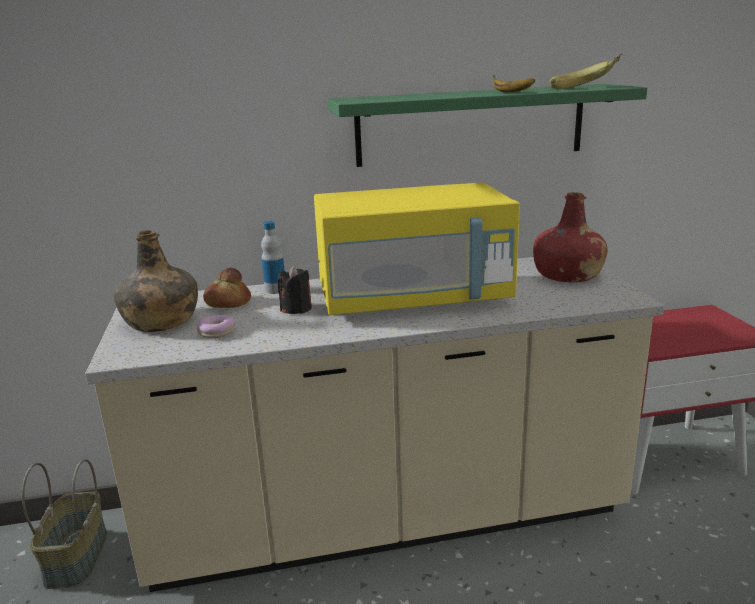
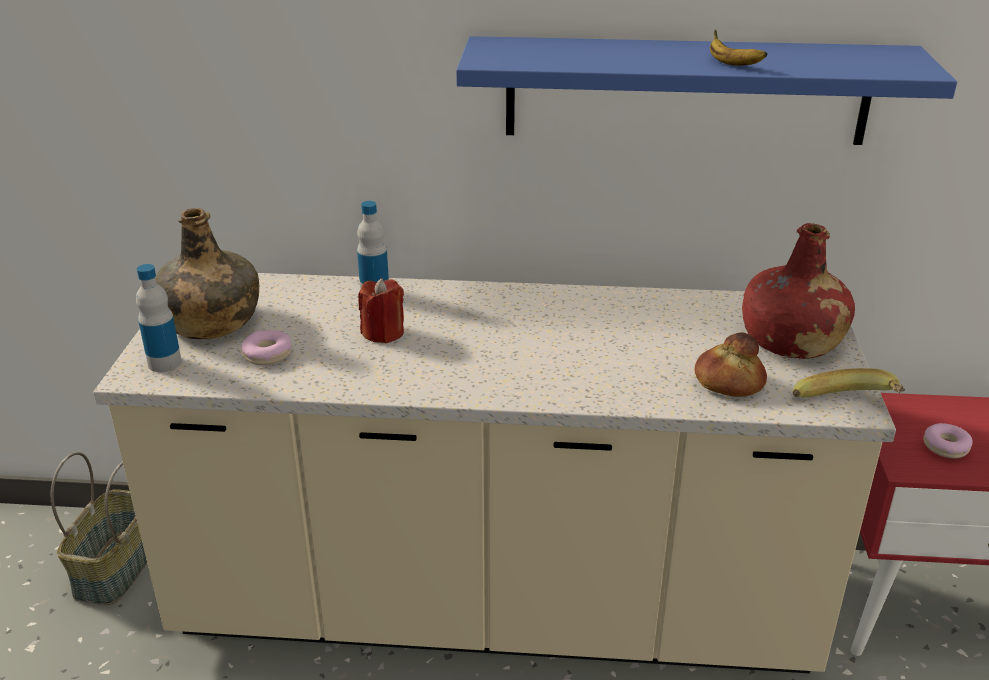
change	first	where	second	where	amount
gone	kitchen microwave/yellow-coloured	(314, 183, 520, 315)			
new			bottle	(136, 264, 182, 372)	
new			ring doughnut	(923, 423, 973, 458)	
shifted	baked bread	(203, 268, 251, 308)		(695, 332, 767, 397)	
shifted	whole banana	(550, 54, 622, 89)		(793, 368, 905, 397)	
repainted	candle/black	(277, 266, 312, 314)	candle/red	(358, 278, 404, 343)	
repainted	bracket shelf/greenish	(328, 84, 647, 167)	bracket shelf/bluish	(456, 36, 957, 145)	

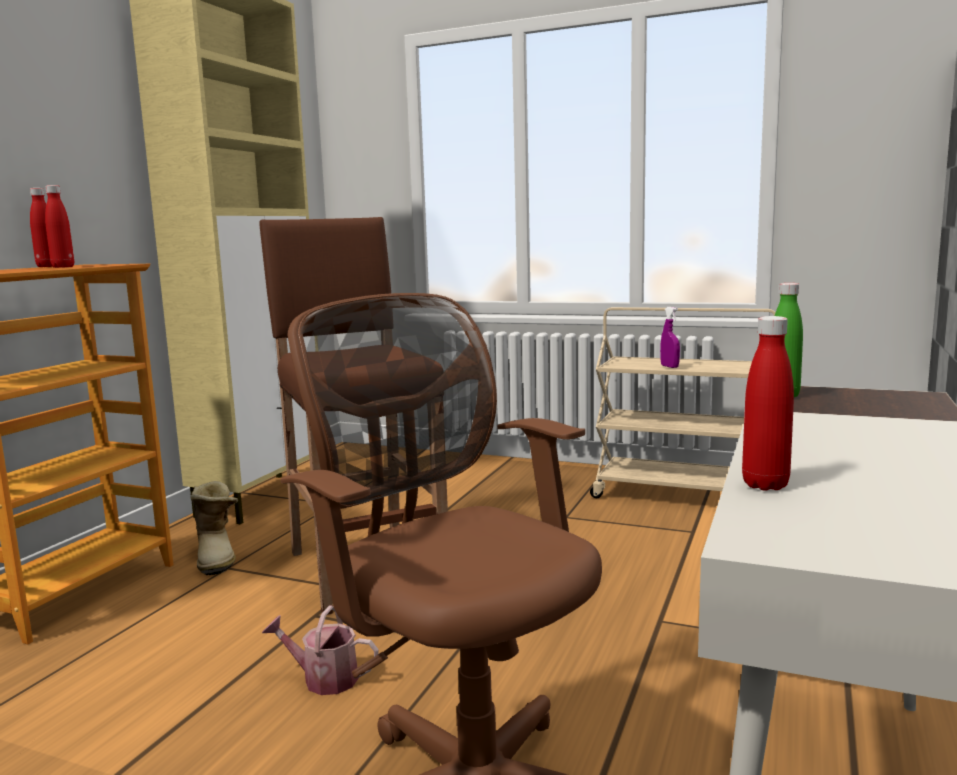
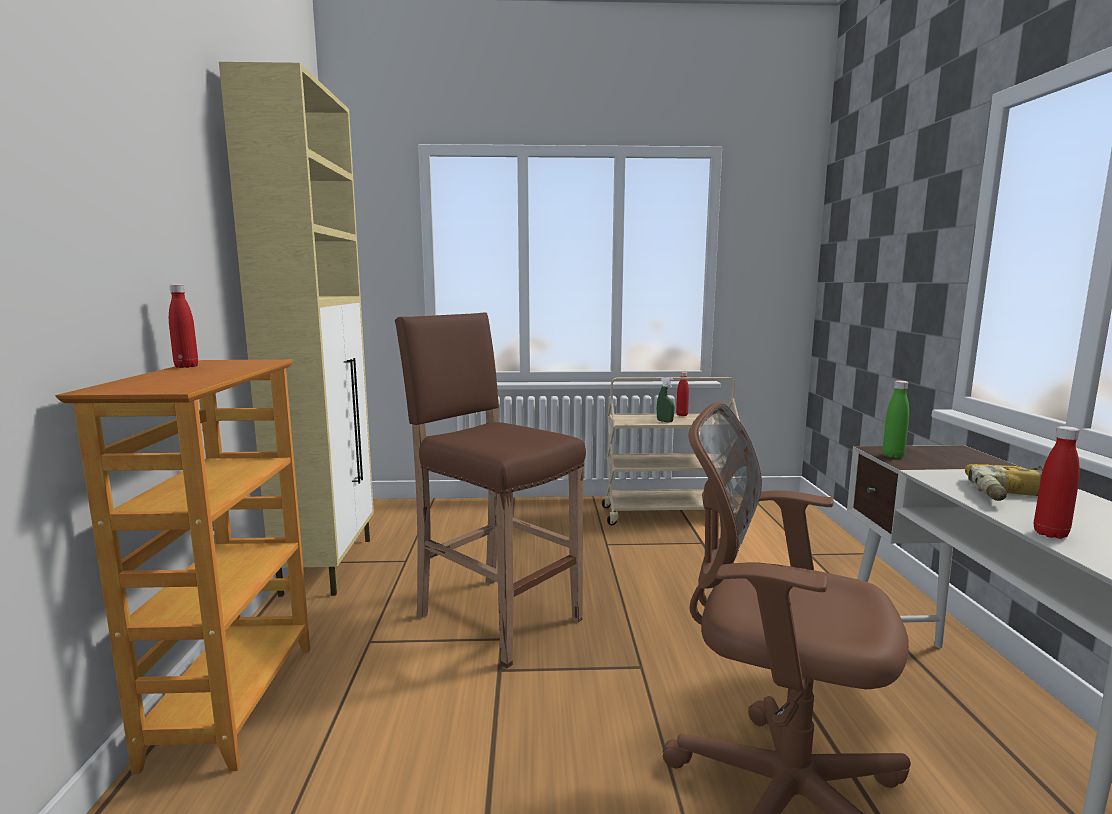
change	first	where	second	where	amount
gone	boot	(190, 481, 238, 575)			
gone	watering pot	(262, 605, 379, 695)			
new			electric drill	(965, 464, 1043, 501)	
shifted	bottle/red	(45, 185, 74, 268)		(676, 372, 689, 416)	
repainted	sprayer/purple-coloured	(660, 307, 680, 368)	sprayer/greenish	(657, 377, 674, 422)	

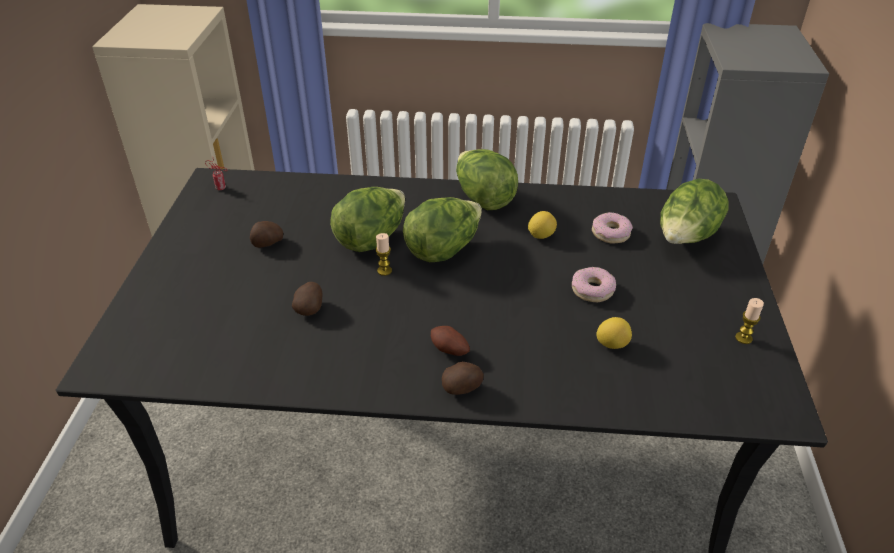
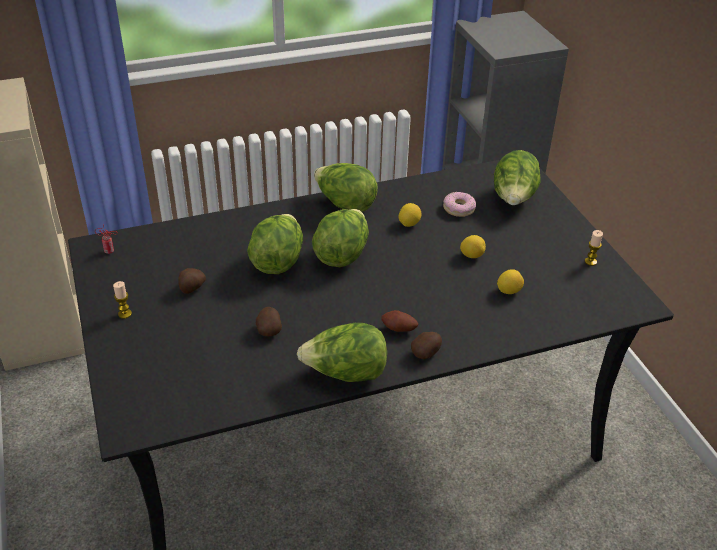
change	first	where	second	where	amount
new			lettuce head	(297, 323, 387, 382)	
shifted	candle	(375, 233, 392, 276)		(113, 281, 132, 319)	
swapped	ring doughnut	(572, 267, 616, 302)	lemon	(460, 235, 486, 258)	

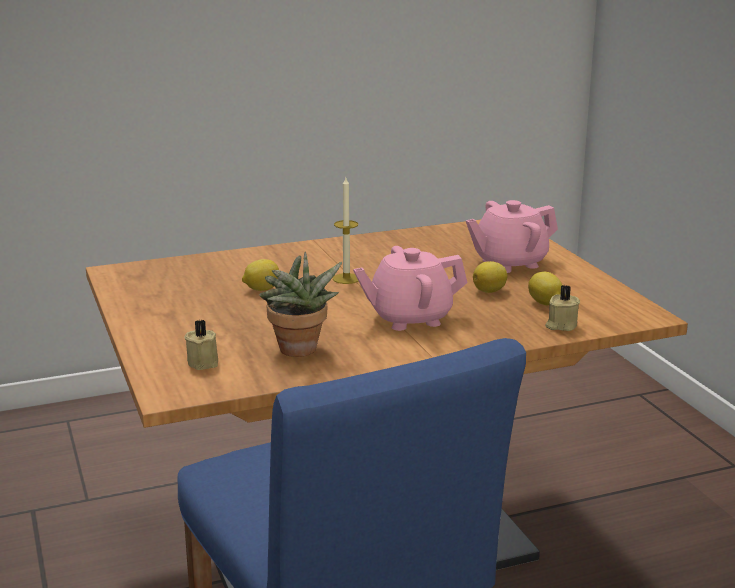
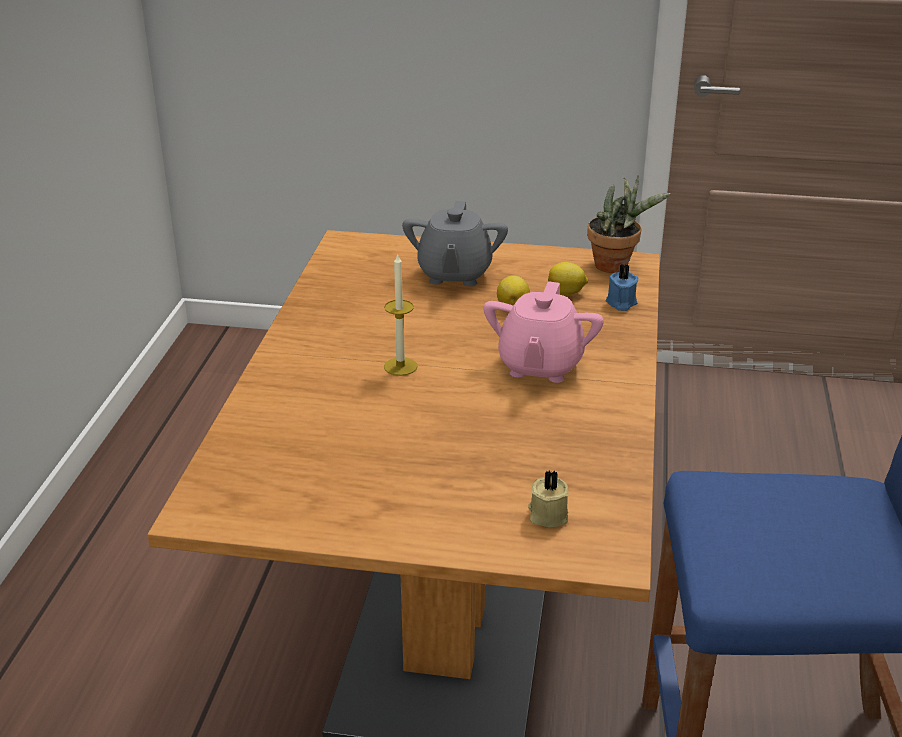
change	first	where	second	where	amount
gone	lemon	(242, 259, 279, 291)			
shifted	houseplant	(259, 251, 342, 357)		(587, 175, 671, 273)	
repainted	teapot/pink	(466, 200, 558, 273)	teapot/greyish	(402, 201, 508, 286)	
repainted	candle/sand-coloured	(545, 285, 580, 331)	candle/bluish	(606, 264, 638, 311)	

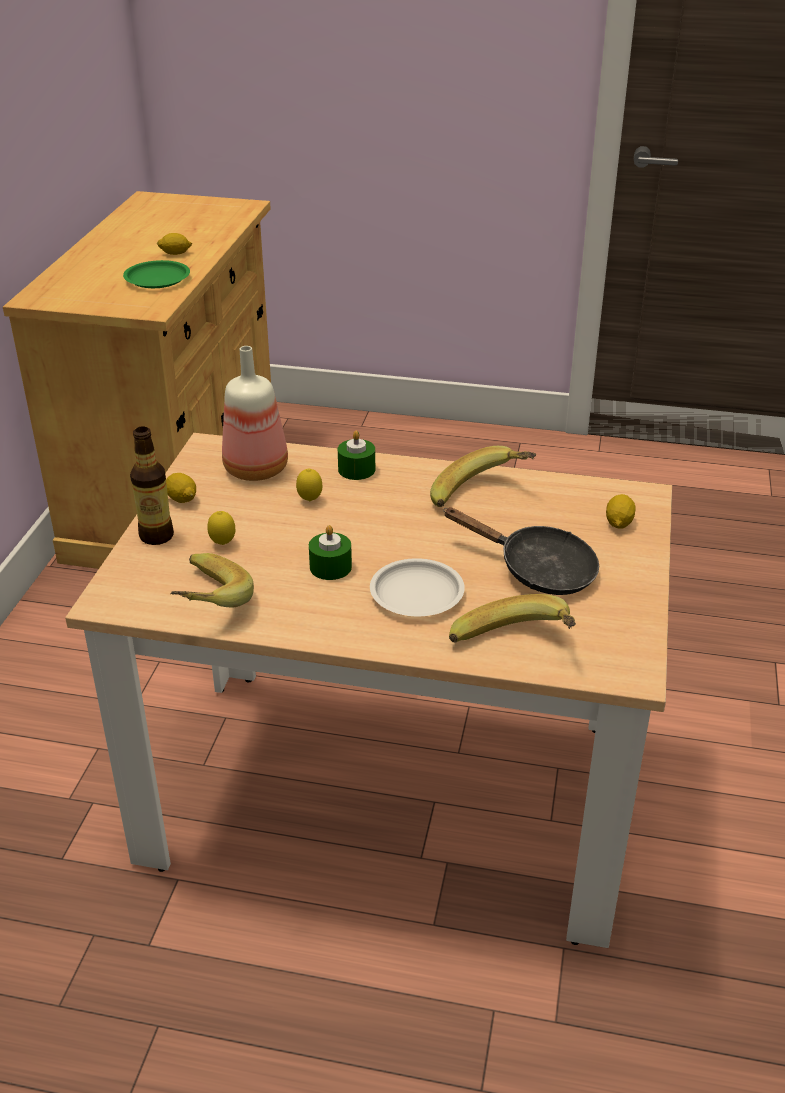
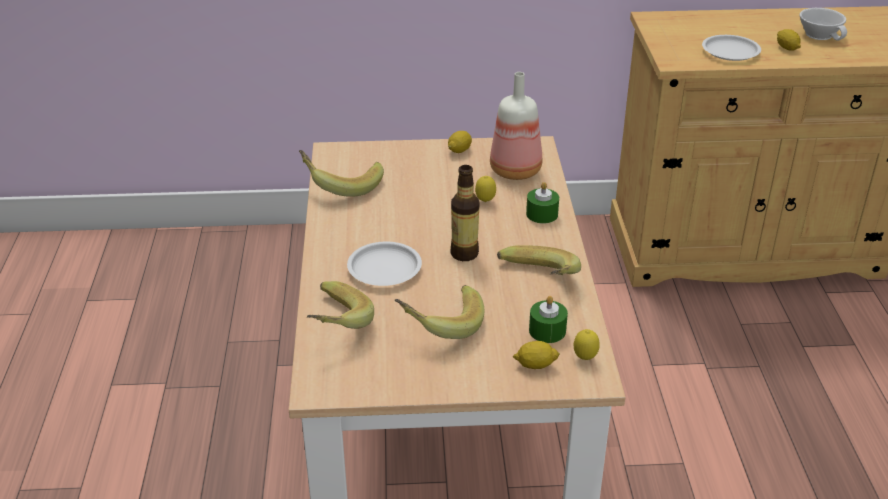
change	first	where	second	where	amount
new			cup/white	(800, 8, 847, 41)	
shifted	bottle	(130, 426, 174, 545)		(451, 165, 480, 261)	
shifted	lemon	(207, 511, 235, 545)		(574, 329, 600, 360)	
shifted	candle/greenish	(309, 525, 352, 580)		(529, 296, 568, 343)	
swapped	pan/black	(443, 507, 599, 595)	whole banana	(395, 285, 485, 339)	
repainted	flat dish/greenish	(123, 260, 190, 288)	flat dish/white	(702, 35, 761, 61)	

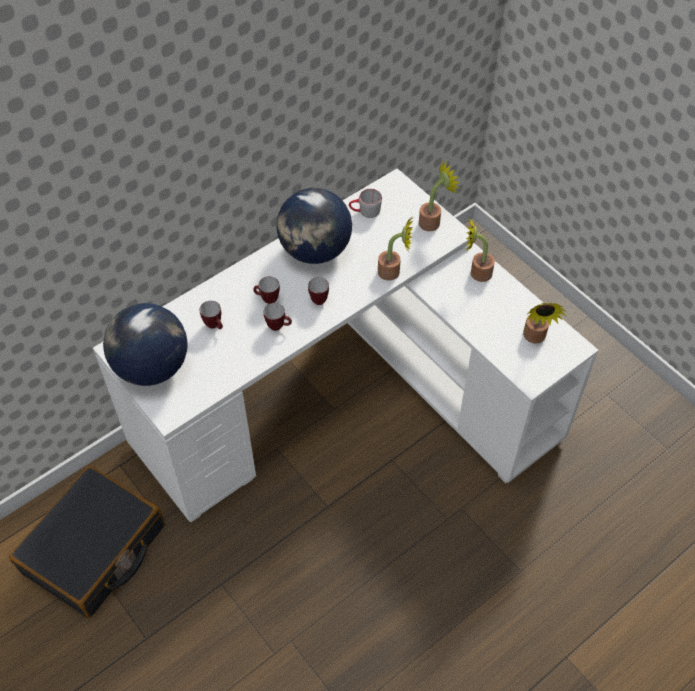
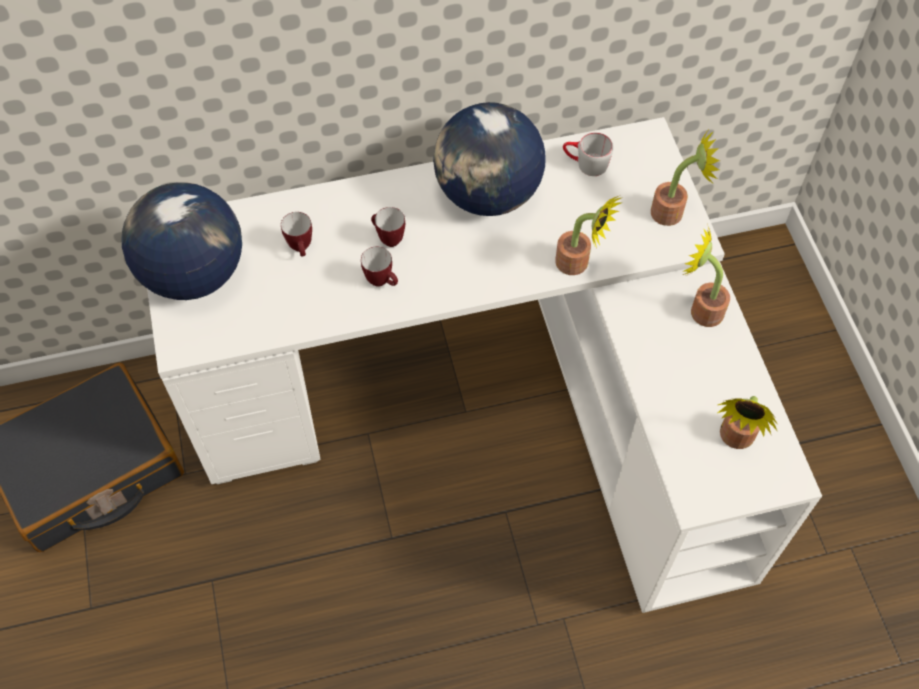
change	first	where	second	where	amount
gone	tea mug	(308, 277, 329, 305)			

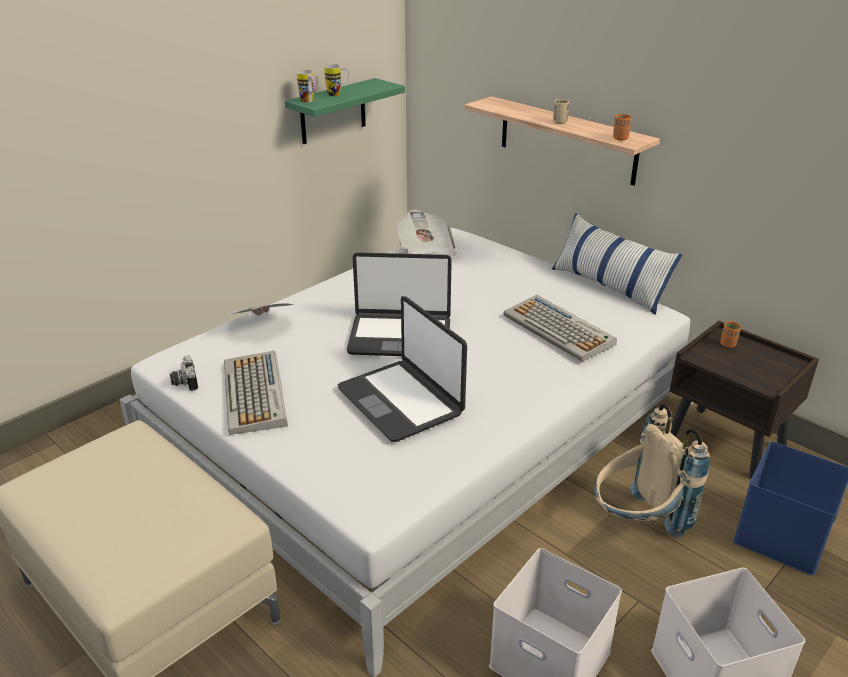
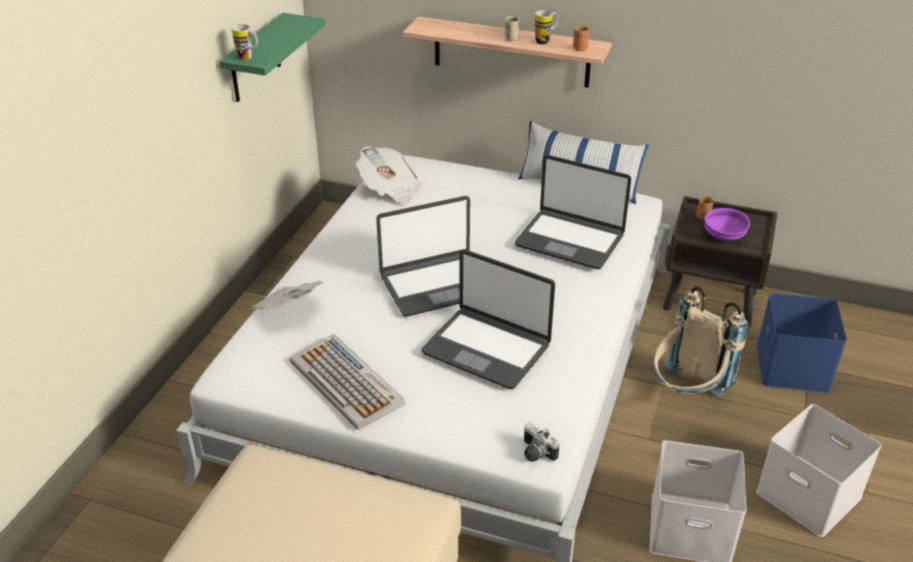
change	first	where	second	where	amount
new			serving bowl/purple-coloured	(704, 208, 750, 241)	
shifted	photo camera	(169, 356, 198, 391)		(524, 423, 559, 462)	
shifted	tea mug	(324, 64, 349, 97)		(535, 10, 558, 45)	
swapped	PC keyboard	(504, 295, 617, 362)	laptop	(515, 155, 631, 269)	

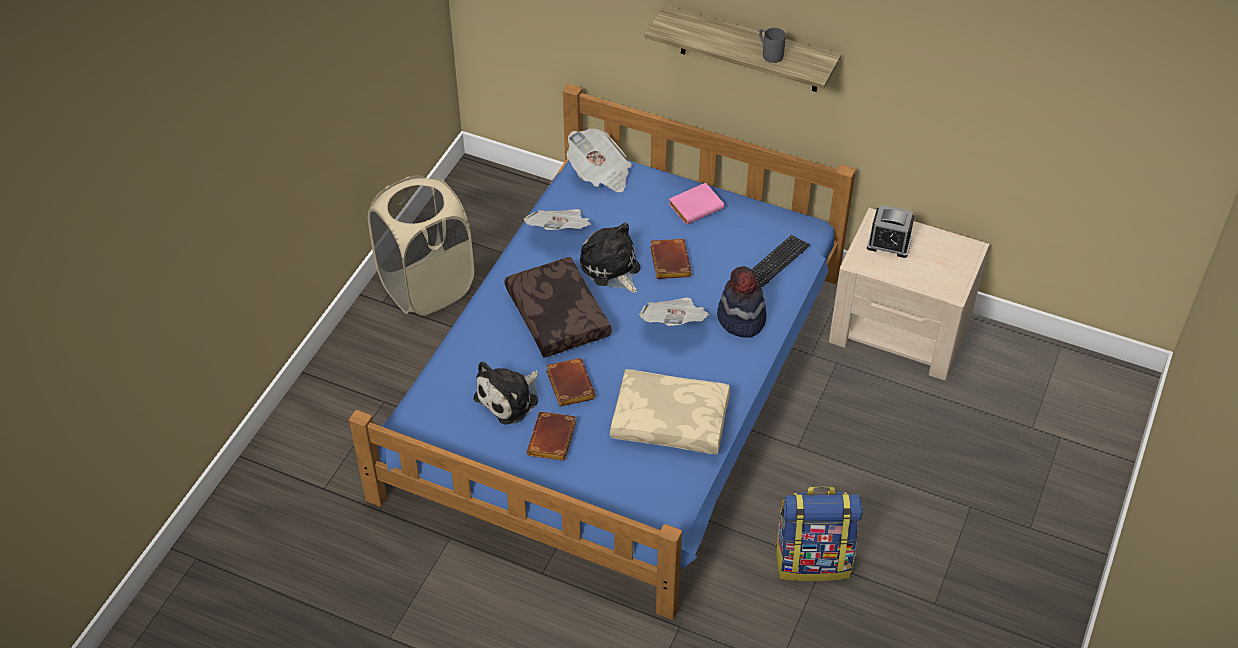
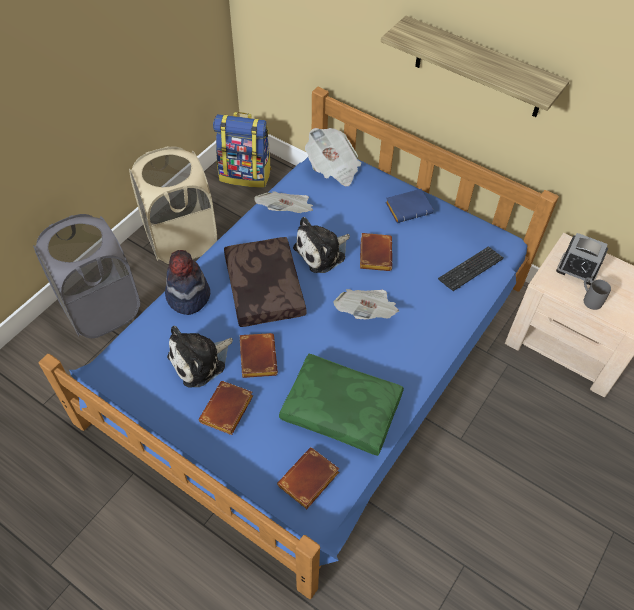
change	first	where	second	where	amount
new			laundry basket/greyish	(33, 214, 141, 338)	
new			bound book/brownish	(277, 447, 339, 509)	
shifted	wearable hat	(717, 266, 767, 338)		(165, 250, 210, 315)	
shifted	tea mug/greyish	(759, 28, 786, 63)		(584, 277, 611, 310)	
shifted	backpack	(775, 486, 863, 581)		(213, 112, 271, 187)	
repainted	cushion/sand-coloured	(610, 369, 730, 454)	cushion/greenish	(279, 354, 404, 456)	
repainted	bound book/pink	(669, 183, 724, 225)	bound book/bluish	(385, 189, 433, 223)	
rotated	soft toy	(580, 223, 640, 293)		(293, 217, 350, 273)	105 degrees counterclockwise

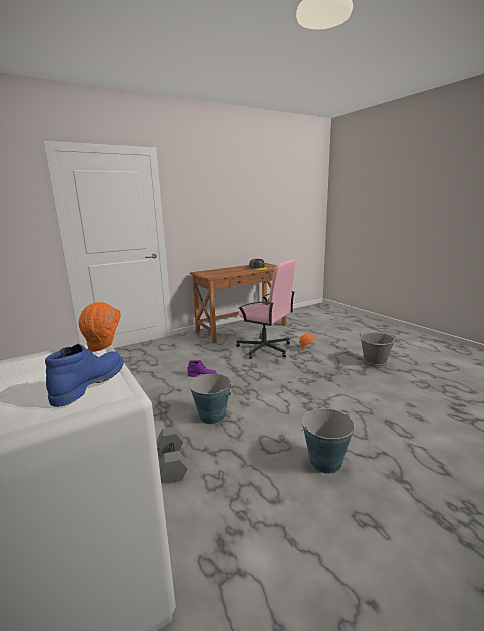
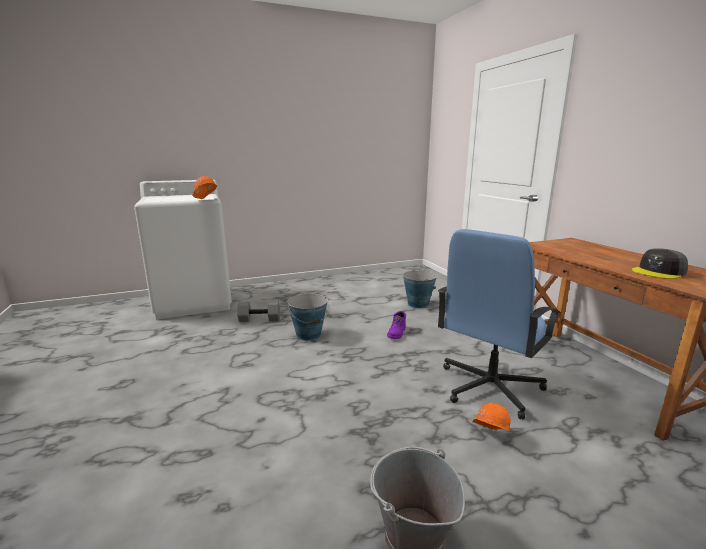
change	first	where	second	where	amount
gone	boot/bluish	(45, 344, 124, 407)			
shifted	bucket	(301, 408, 355, 474)		(403, 269, 437, 309)	
repainted	computer chair/pink	(236, 259, 295, 359)	computer chair/bluish	(438, 229, 561, 419)	

